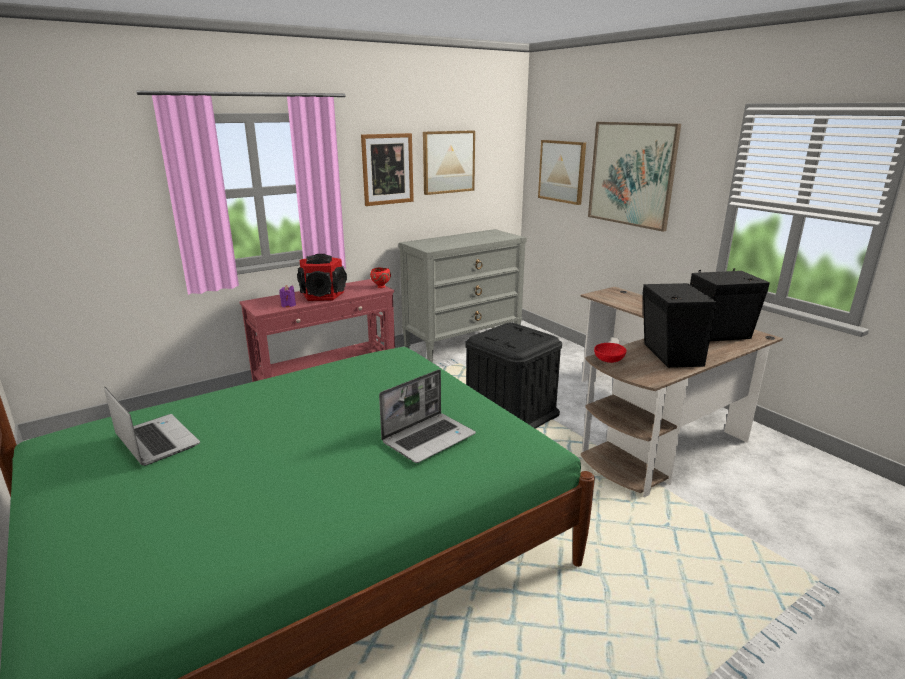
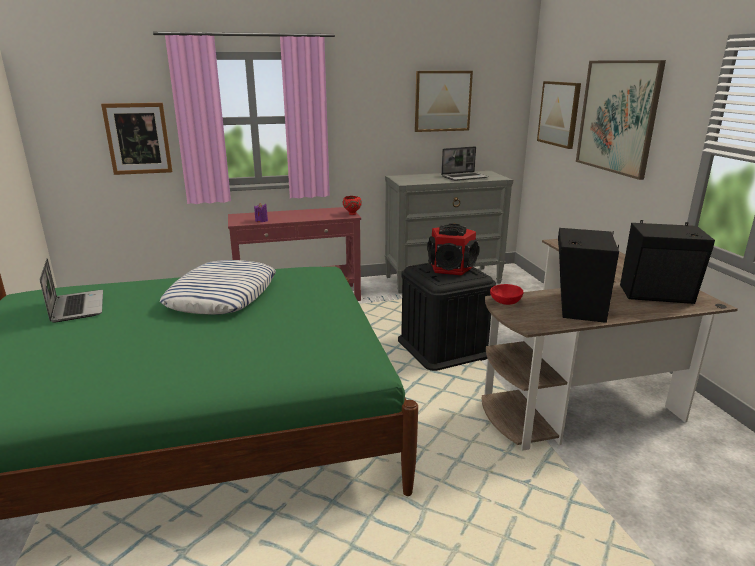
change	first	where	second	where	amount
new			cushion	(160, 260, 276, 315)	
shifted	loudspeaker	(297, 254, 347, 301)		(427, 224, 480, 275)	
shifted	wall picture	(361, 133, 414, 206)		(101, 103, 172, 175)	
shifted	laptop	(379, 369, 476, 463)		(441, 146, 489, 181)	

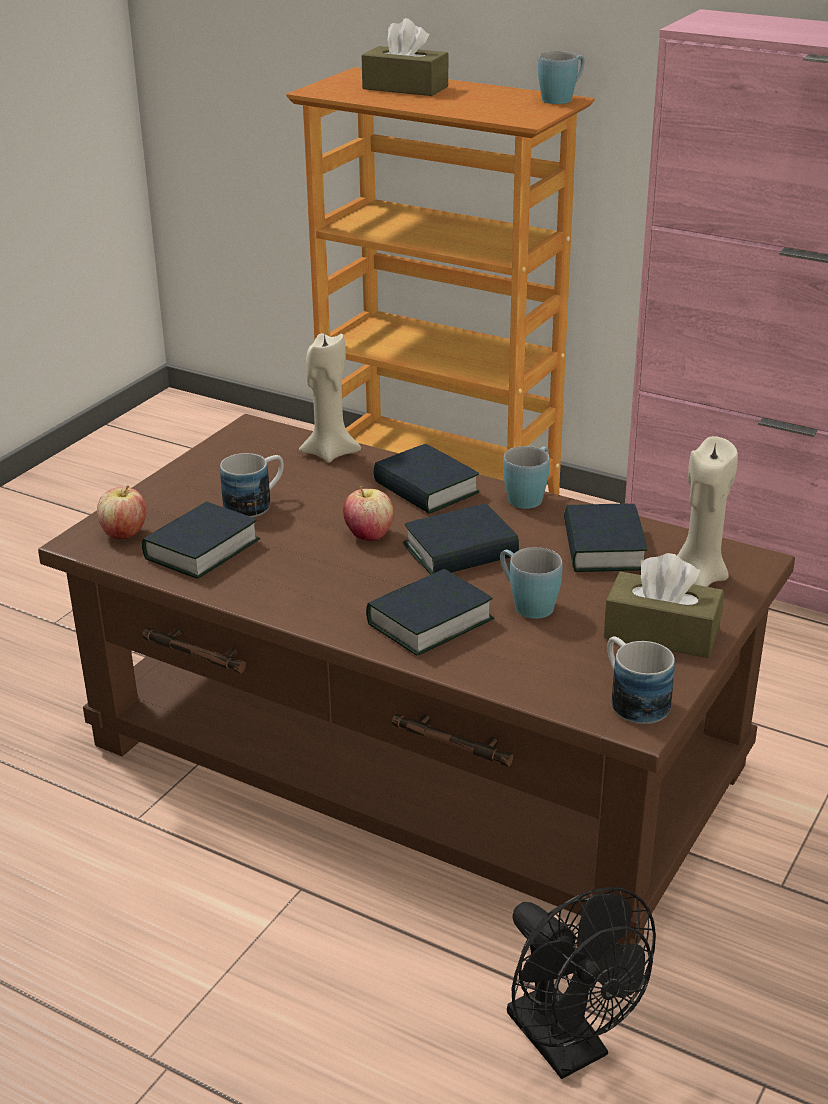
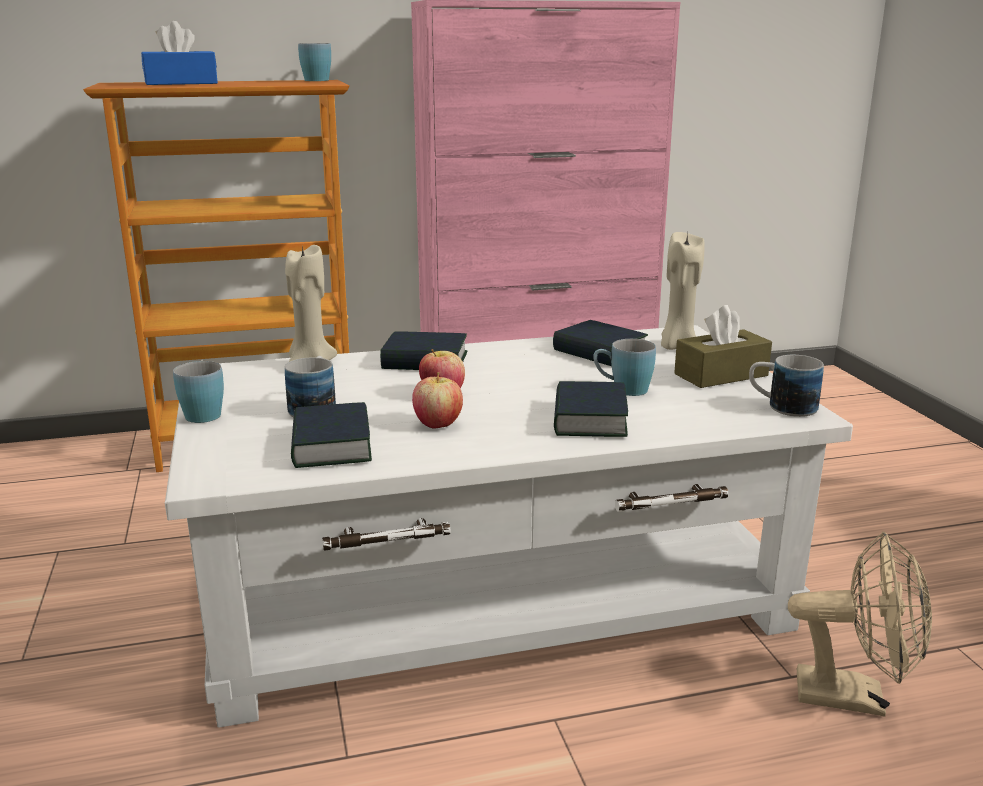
change	first	where	second	where	amount
gone	bound book	(403, 504, 519, 575)			
shifted	apple	(97, 485, 147, 539)		(412, 372, 463, 428)	
shifted	tea mug/bluish	(503, 446, 550, 509)		(173, 361, 224, 423)	
repainted	low table/brownish	(38, 414, 795, 947)	low table/white	(165, 325, 853, 728)	
repainted	tissue holder/brownish	(361, 18, 448, 96)	tissue holder/bluish	(141, 21, 218, 85)	
repainted	cooling fan/black	(507, 887, 656, 1079)	cooling fan/sand-coloured	(788, 532, 932, 717)	

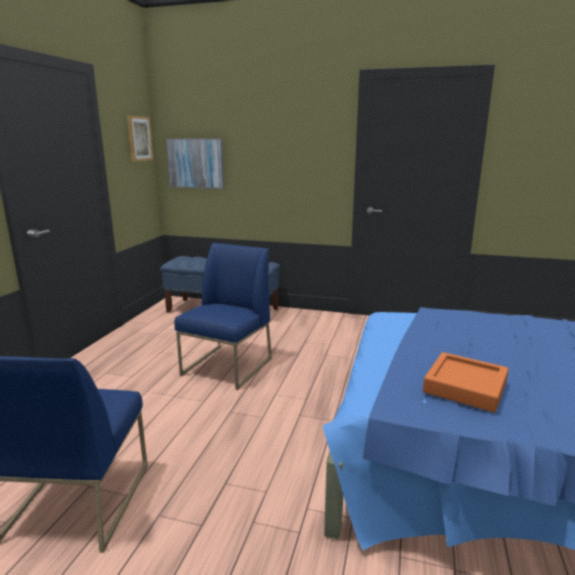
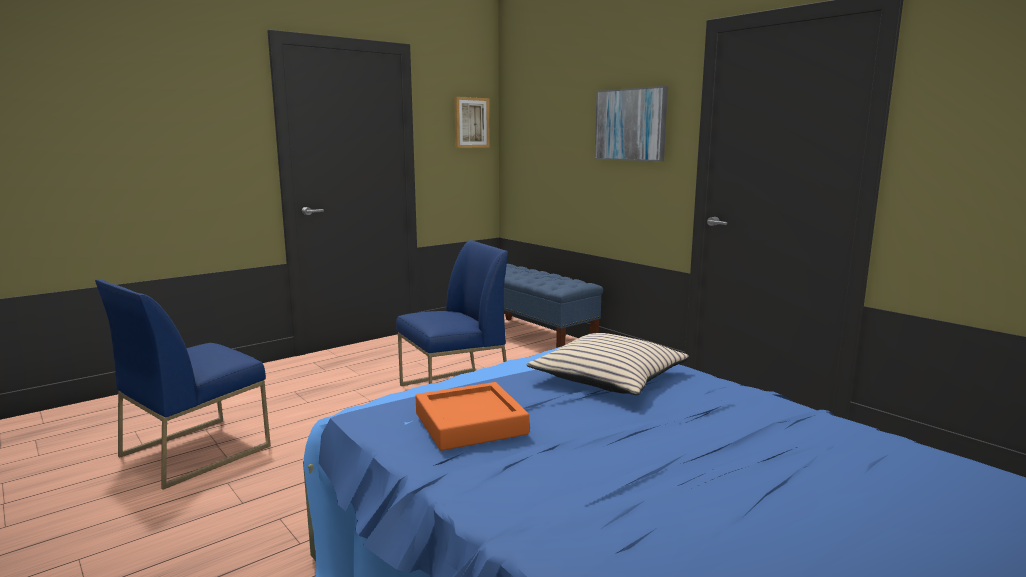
change	first	where	second	where	amount
new			cushion/sand-coloured	(527, 333, 689, 395)	
shifted	wall picture	(166, 138, 224, 189)		(595, 86, 668, 162)	

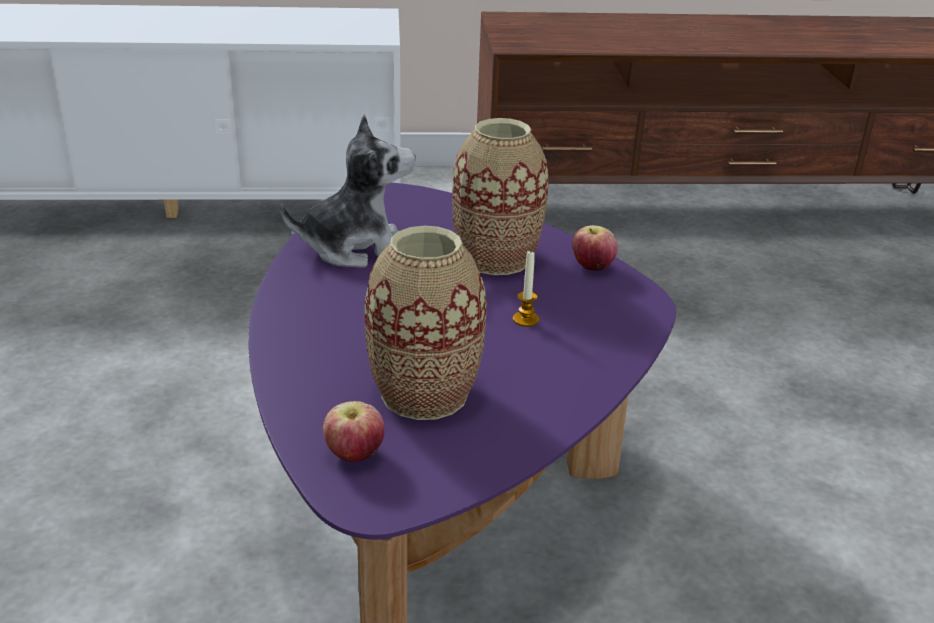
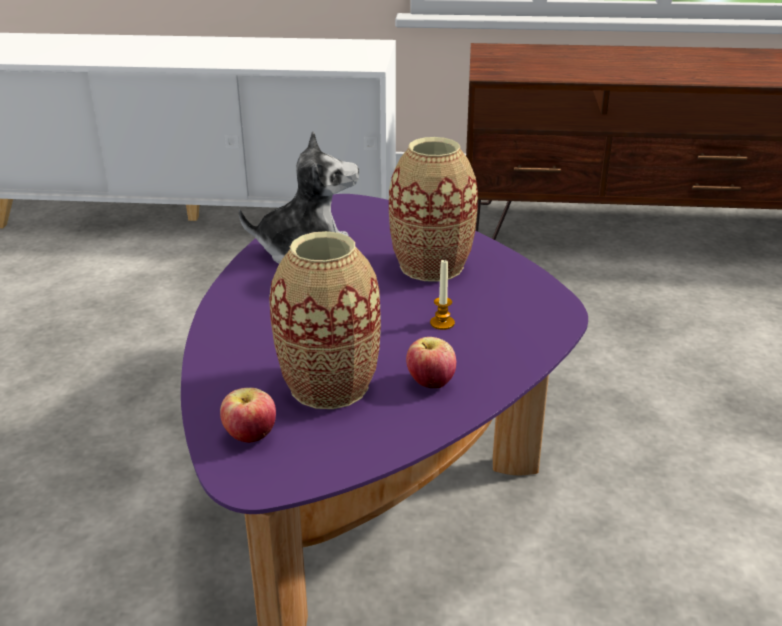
change	first	where	second	where	amount
shifted	apple	(573, 225, 618, 271)		(406, 337, 456, 388)	

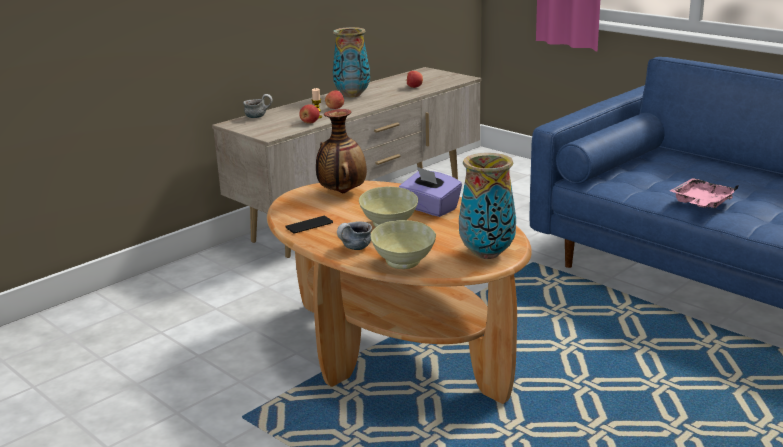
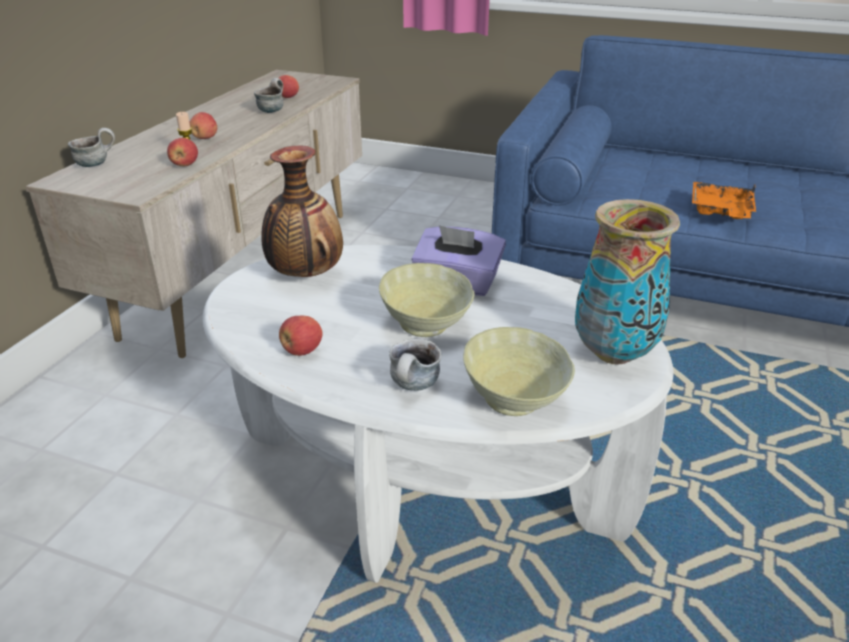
change	first	where	second	where	amount
gone	vase	(333, 27, 370, 97)			
new			tea mug	(254, 78, 283, 113)	
swapped	phone	(285, 216, 333, 234)	apple	(279, 316, 322, 356)	
repainted	low table/brownish	(267, 181, 532, 404)	low table/white	(203, 245, 674, 583)	
repainted	carrying tray/pink	(670, 178, 739, 208)	carrying tray/orange-coloured	(692, 181, 756, 219)	

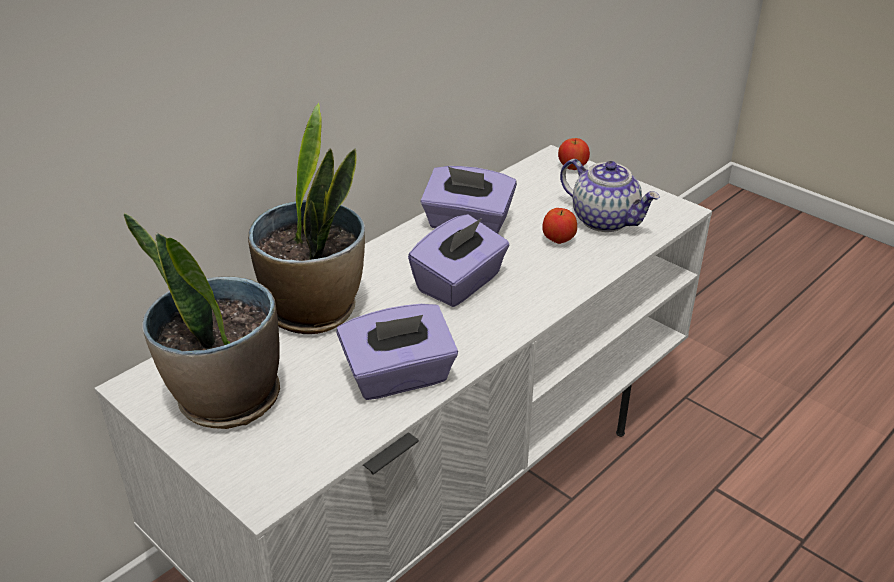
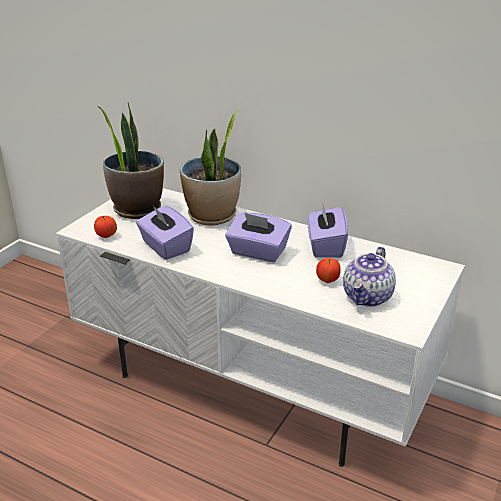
change	first	where	second	where	amount
shifted	apple	(558, 138, 590, 170)		(94, 216, 117, 238)	

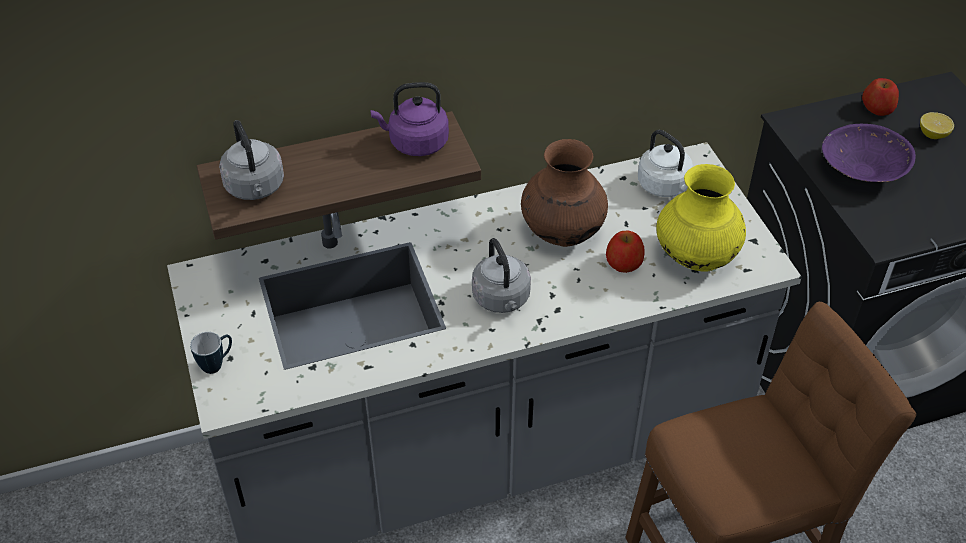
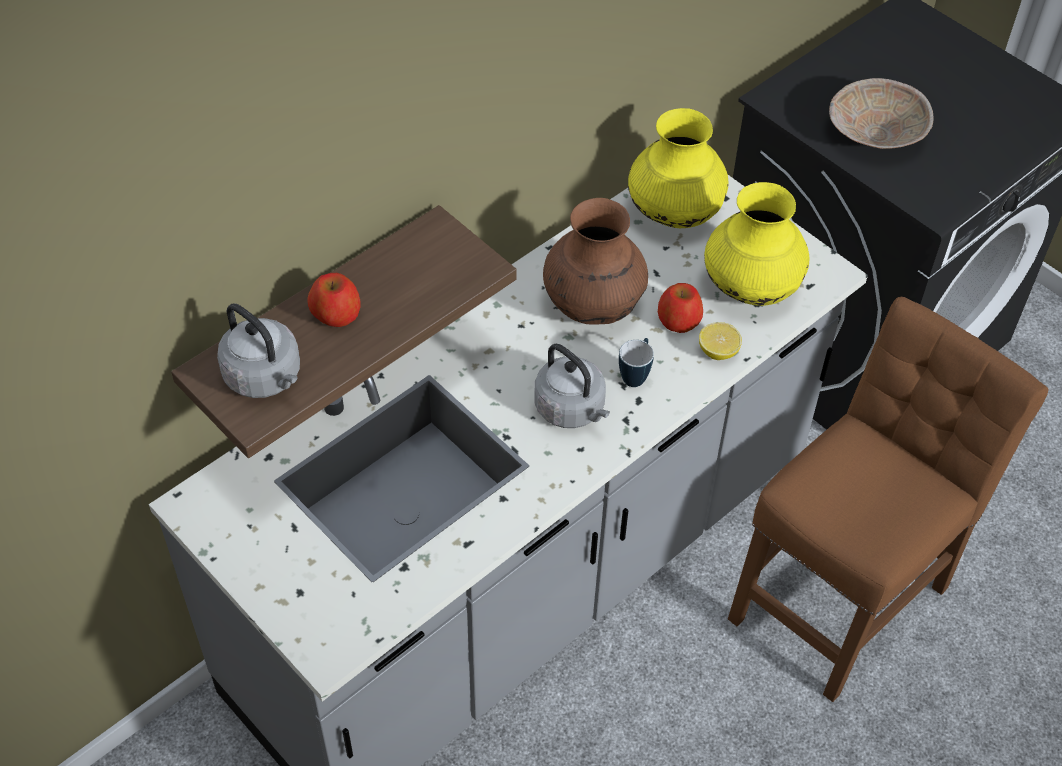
change	first	where	second	where	amount
gone	tea kettle/purple-coloured	(370, 82, 449, 156)			
shifted	tea mug	(190, 332, 232, 374)		(619, 338, 654, 387)	
shifted	apple	(862, 78, 899, 116)		(307, 273, 361, 327)	
shifted	lemon	(920, 112, 954, 139)		(699, 322, 742, 360)	
swapped	tea kettle/white	(638, 130, 693, 197)	vase/yellow-coloured	(628, 108, 729, 228)	
repainted	serving bowl/purple-coloured	(822, 124, 916, 182)	serving bowl/sand-coloured	(829, 78, 934, 149)	

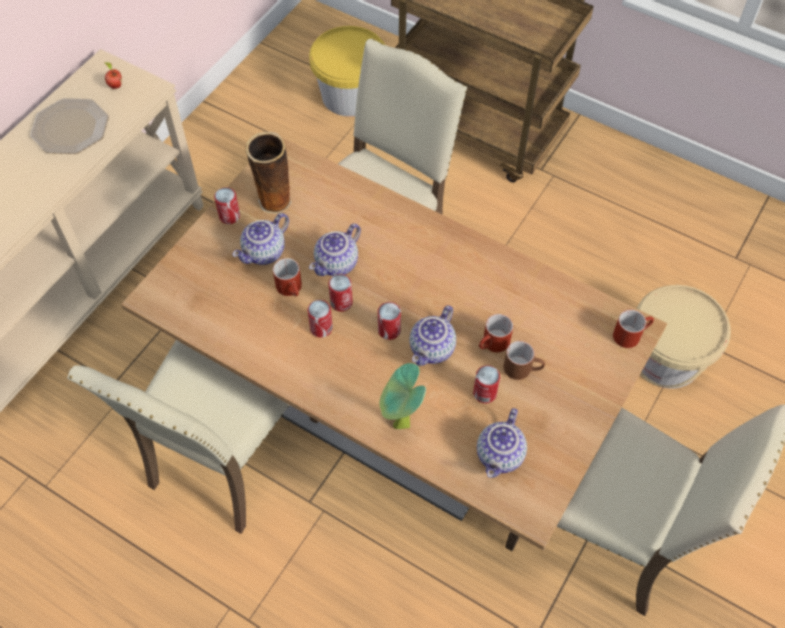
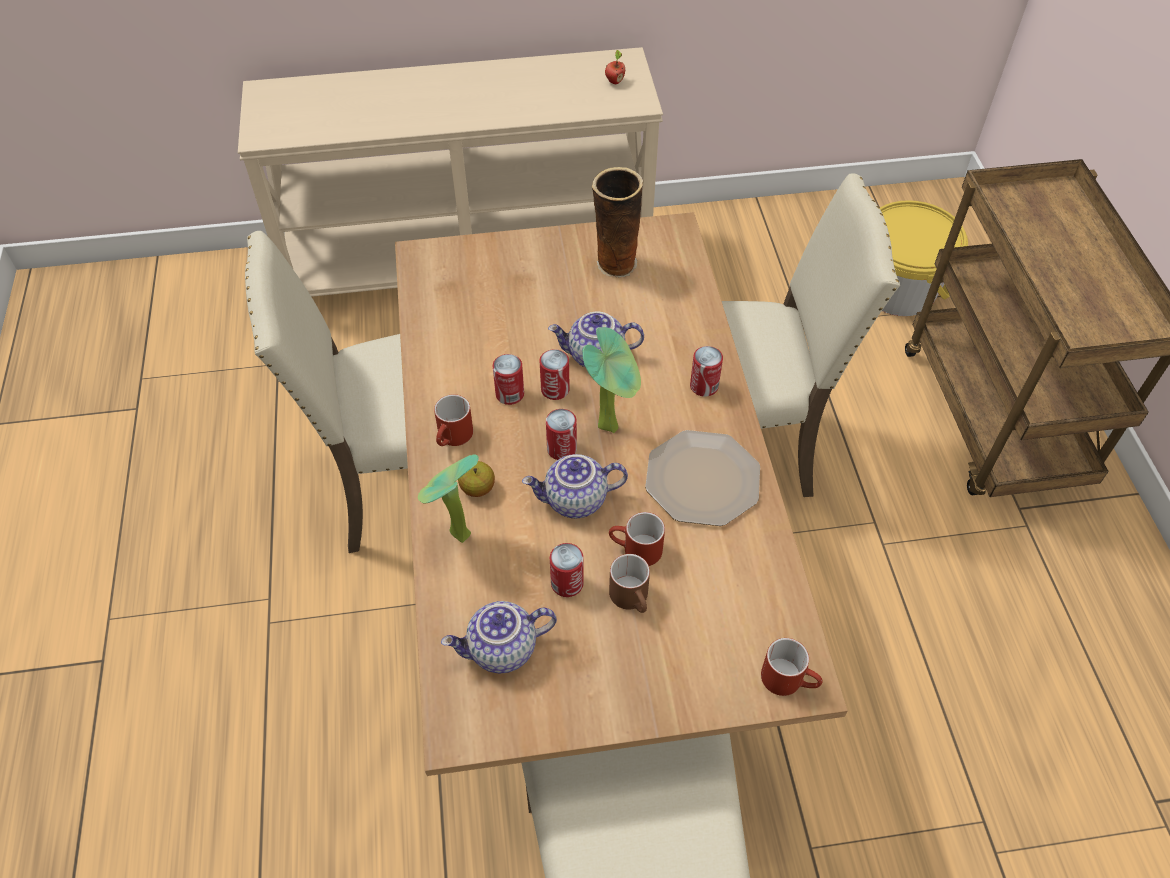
change	first	where	second	where	amount
gone	teapot	(232, 213, 289, 265)			
gone	bucket/sand-coloured	(637, 285, 731, 389)			
new			apple	(458, 461, 495, 497)	
new			houseplant	(583, 327, 641, 433)	
shifted	flat dish	(30, 98, 109, 154)		(645, 430, 760, 526)	
shifted	metal can	(214, 187, 240, 224)		(690, 346, 723, 397)	
shifted	tea mug/red	(273, 258, 302, 296)		(434, 394, 473, 446)	

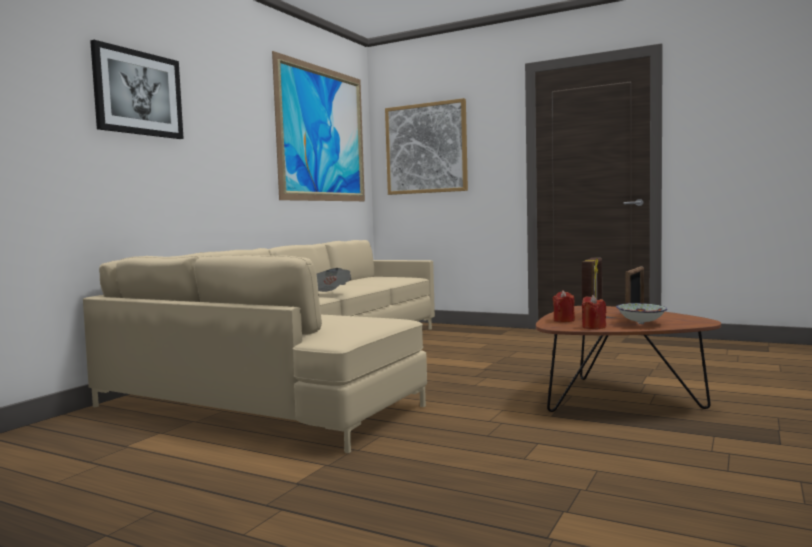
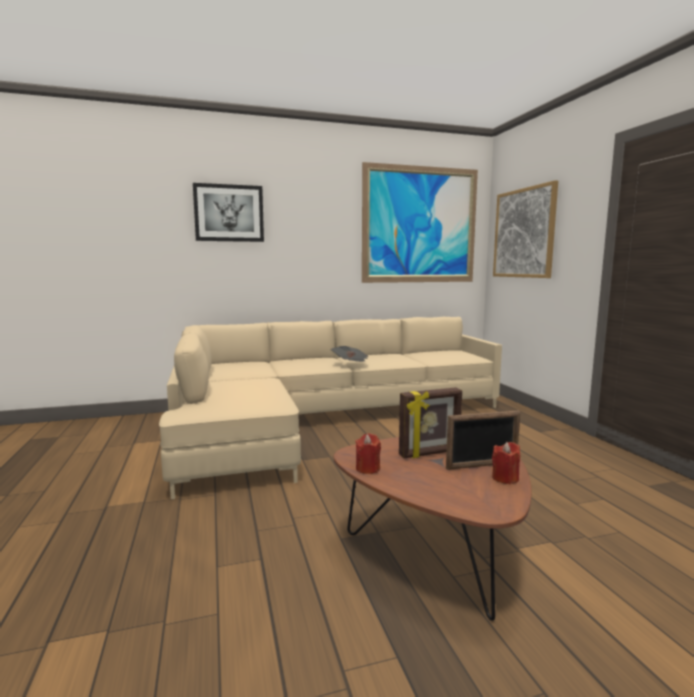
change	first	where	second	where	amount
gone	serving bowl	(616, 303, 667, 324)			
shifted	candle/red	(553, 290, 575, 322)		(492, 442, 520, 484)	

